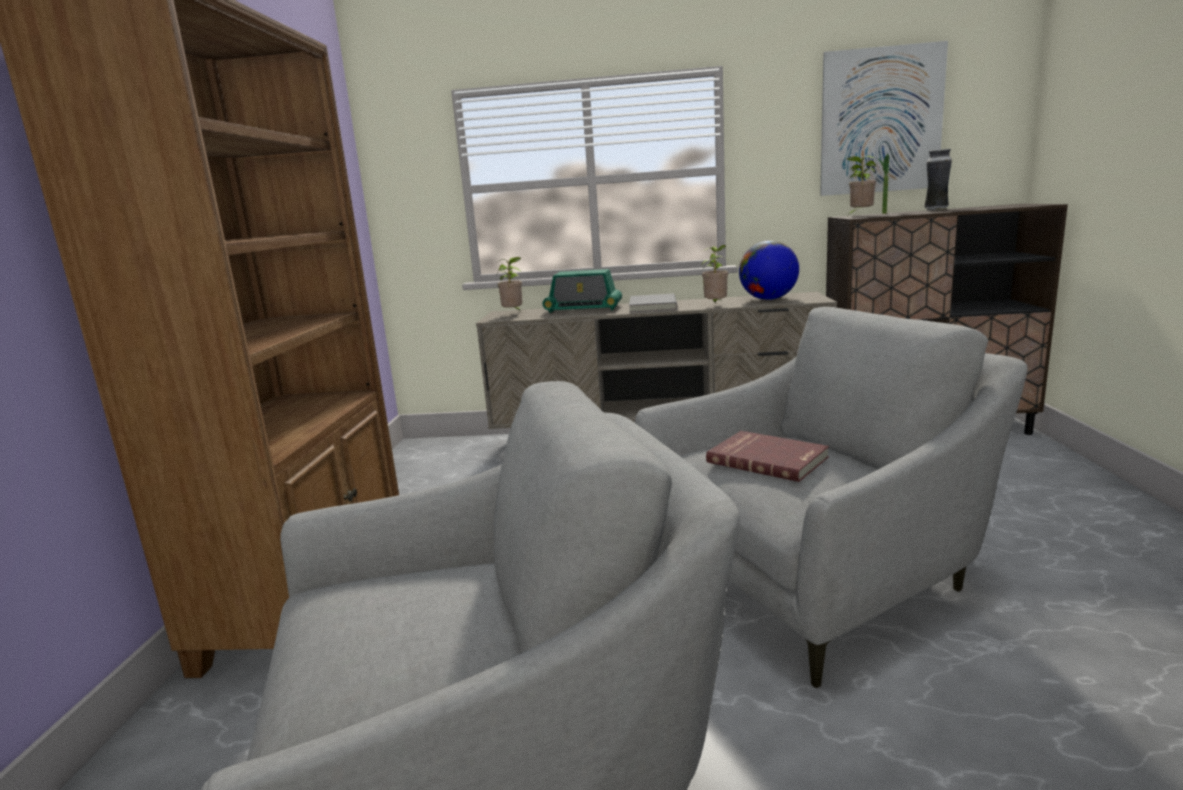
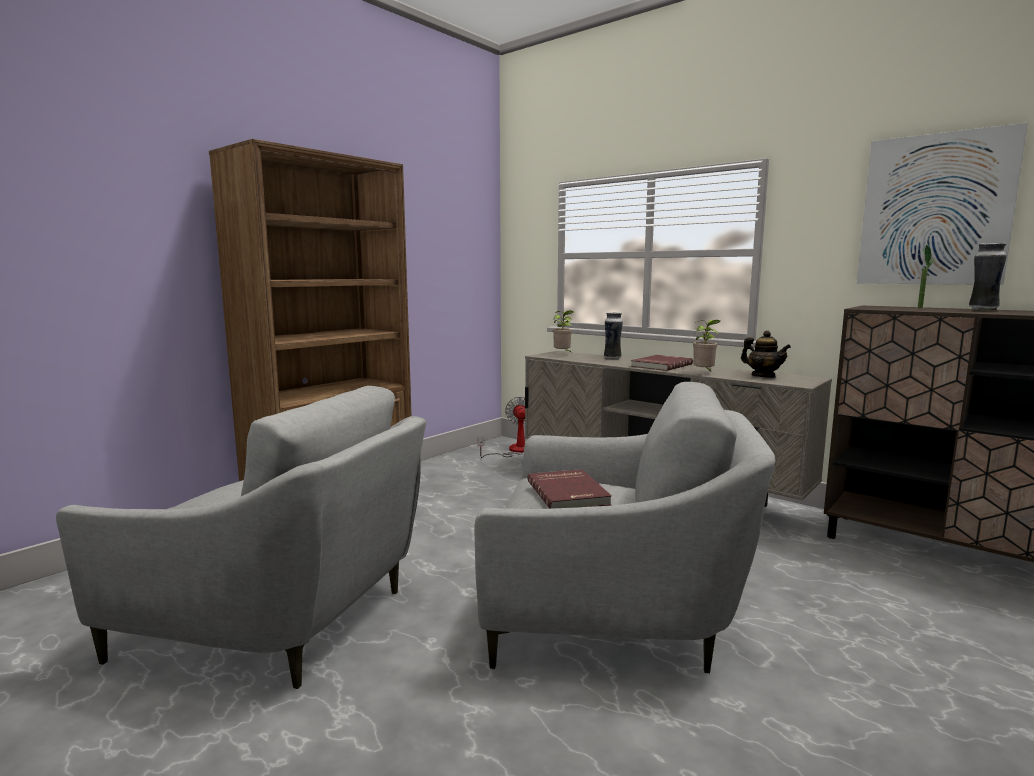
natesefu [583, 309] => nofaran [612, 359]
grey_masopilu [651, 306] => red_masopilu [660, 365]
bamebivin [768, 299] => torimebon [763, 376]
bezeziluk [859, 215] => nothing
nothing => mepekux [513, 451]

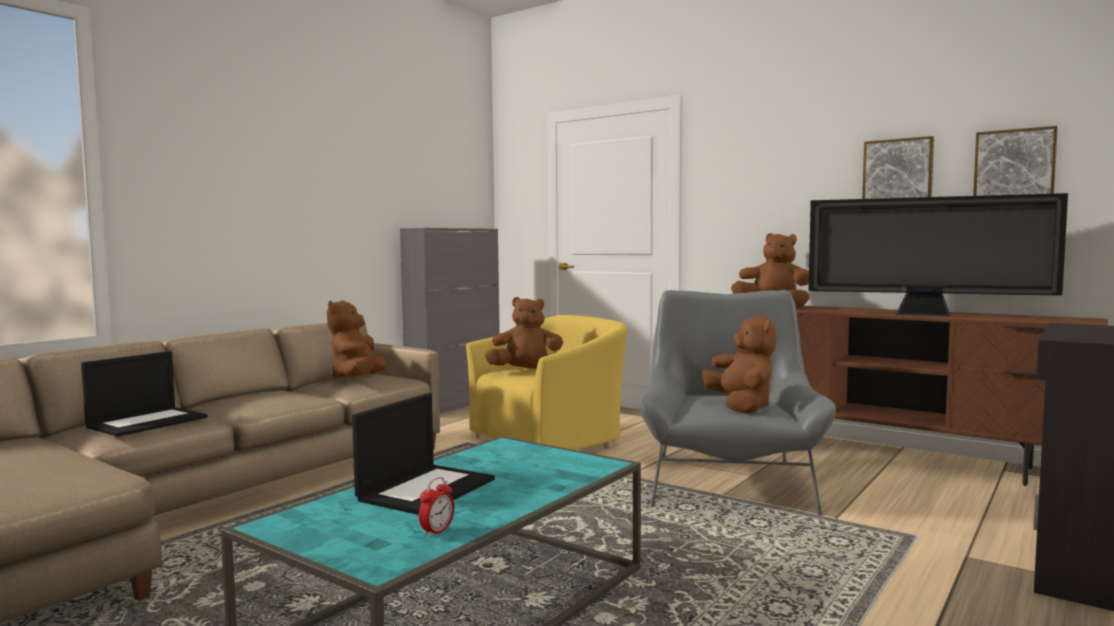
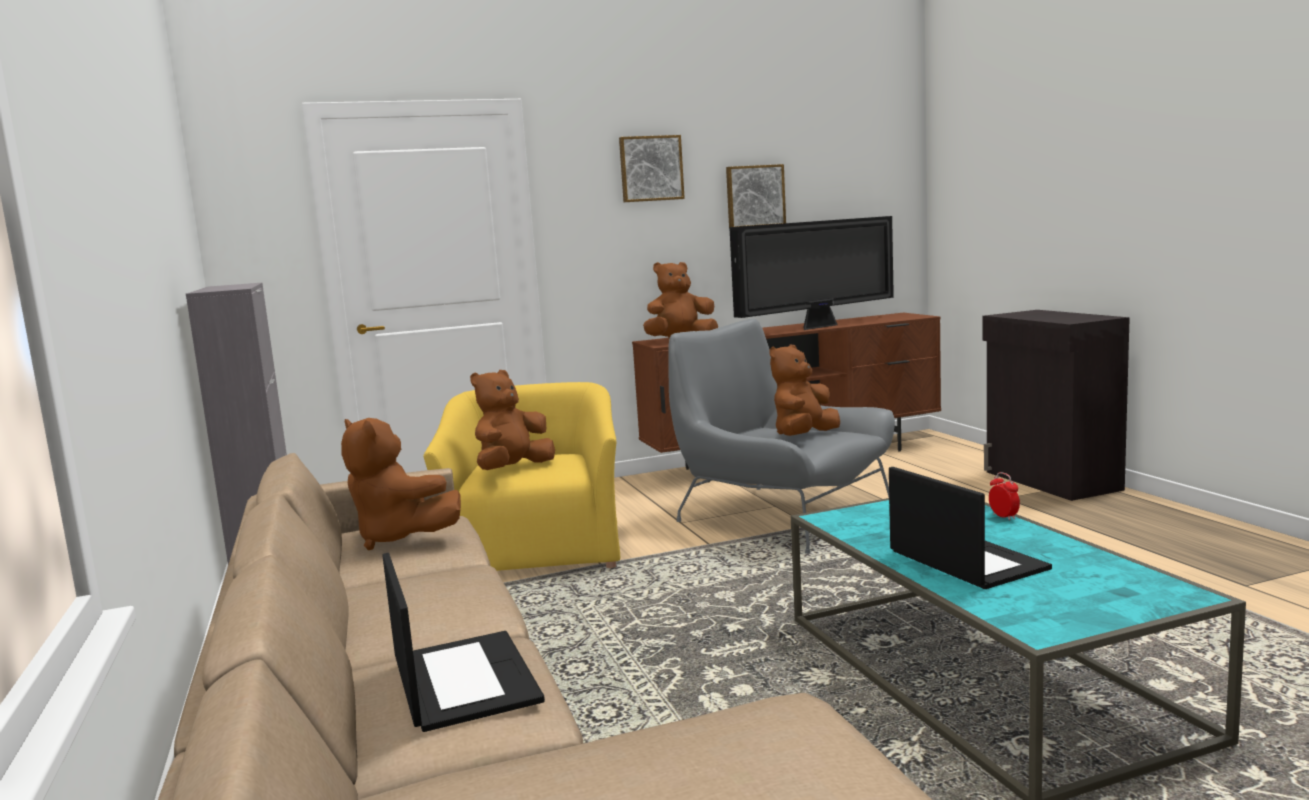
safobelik [437, 532] => safobelik [1003, 516], relocated
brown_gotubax [741, 407] => brown_gotubax [804, 436], 75 degrees counterclockwise
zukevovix [1014, 164] => zukevovix [650, 168], relocated

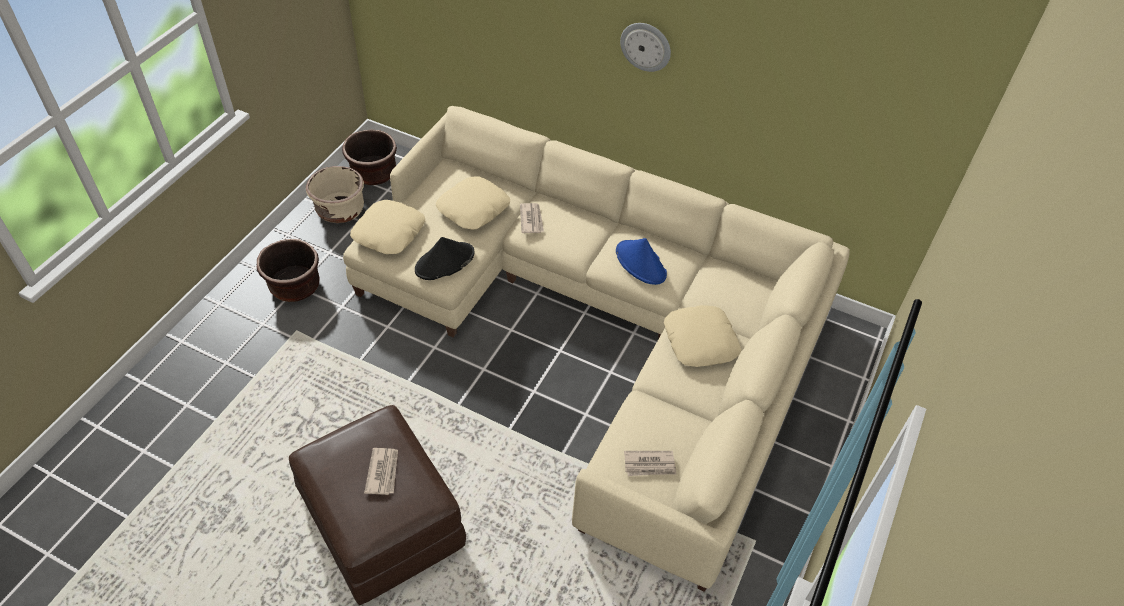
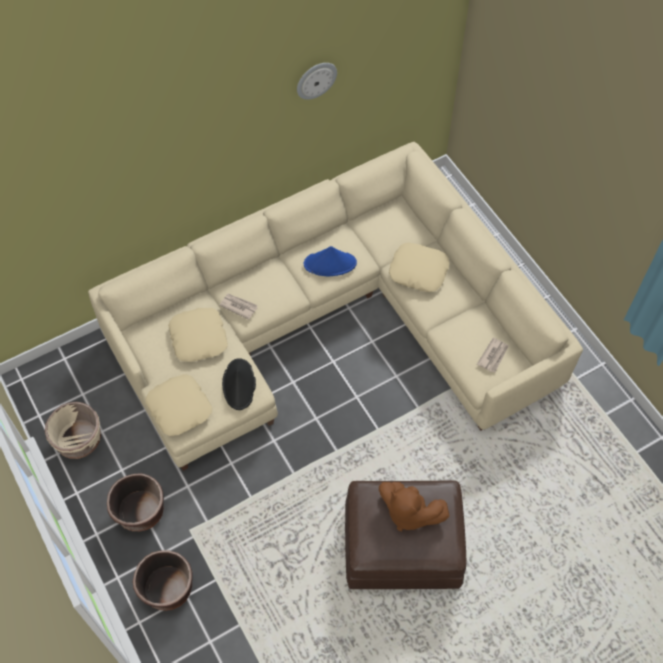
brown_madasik [373, 173] => brown_madasik [167, 588], relocated
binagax [383, 472] => brown_gotubax [408, 512]
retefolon [646, 46] => retefolon [316, 80], relocated

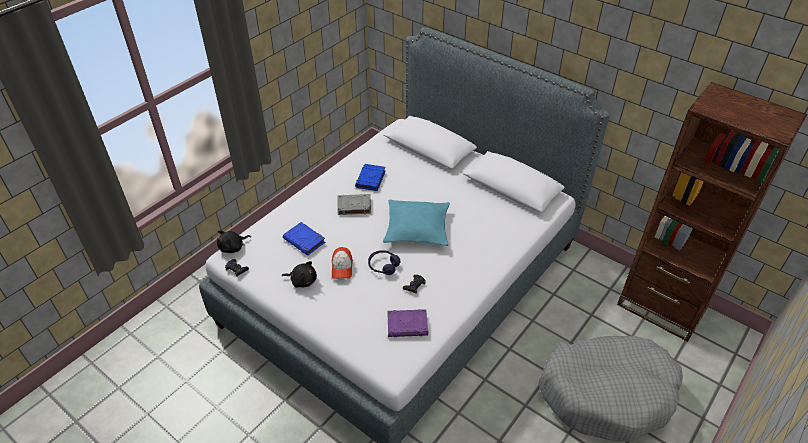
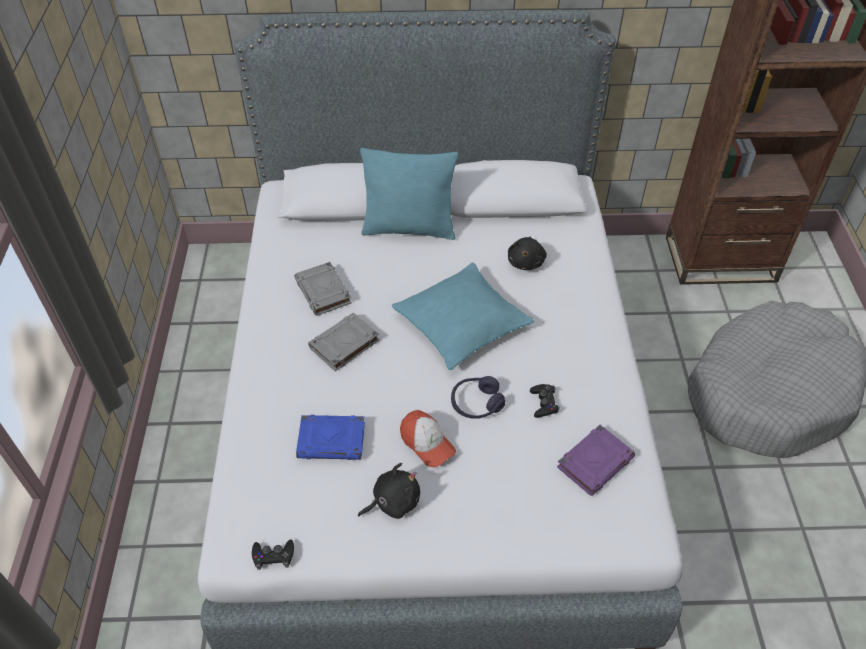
black_gotubax [233, 247] => black_gotubax [526, 261], relocated
blue_masopilu [370, 179] => grey_masopilu [324, 292]
nothing => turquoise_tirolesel [409, 228]

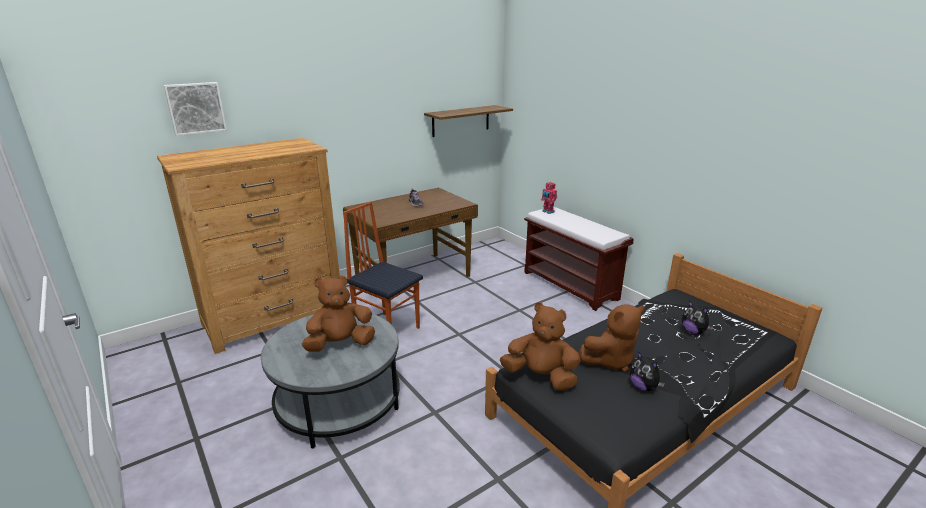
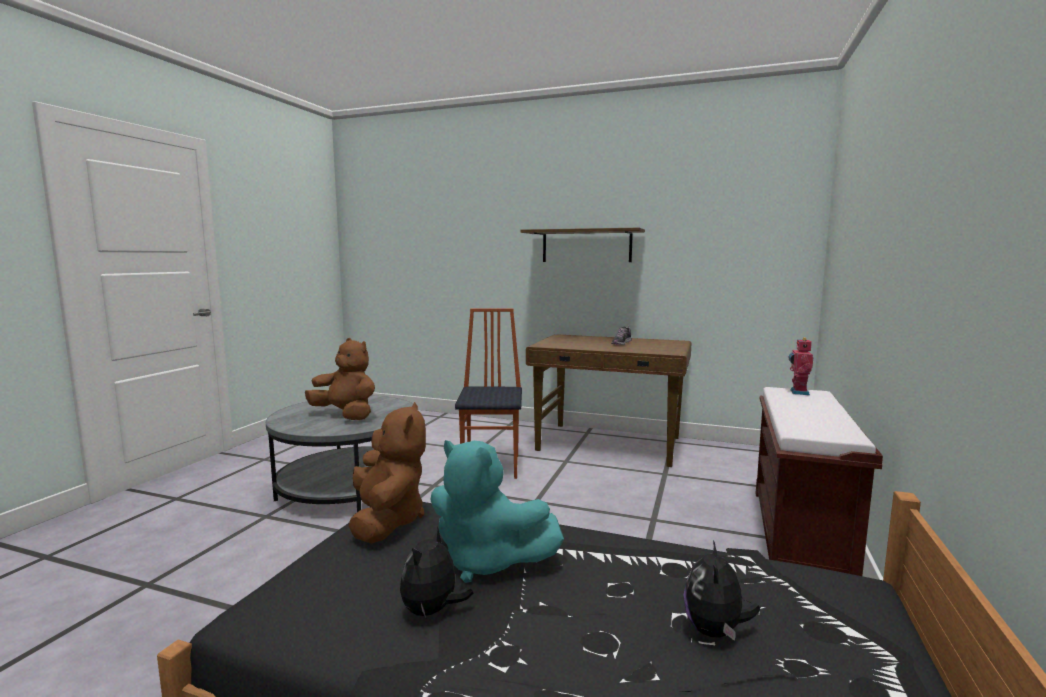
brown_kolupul [274, 318] => nothing
zukevovix [195, 108] => nothing
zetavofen [461, 121] => zetavofen [586, 246], relocated
brown_gotubax [610, 360] => turquoise_gotubax [487, 562]

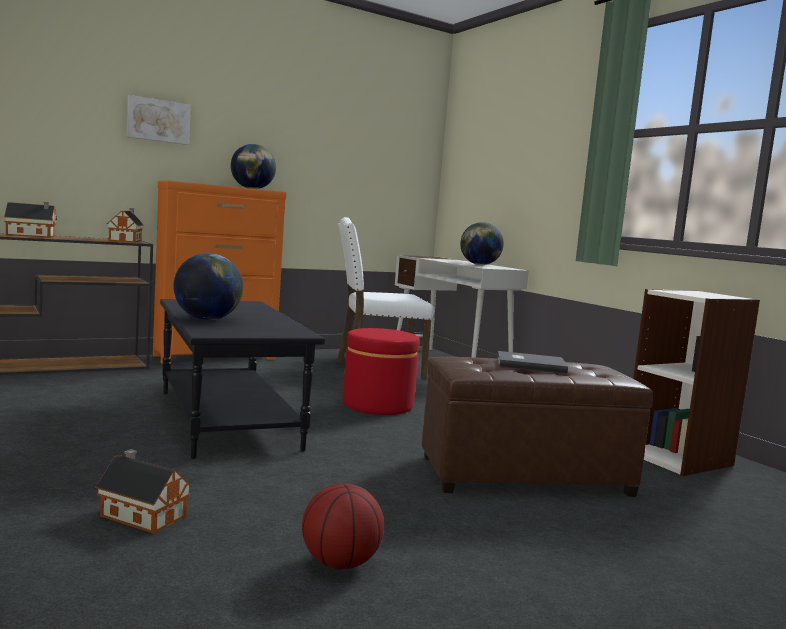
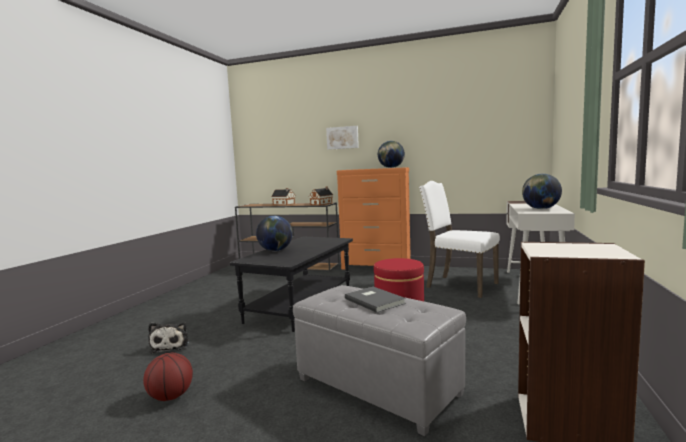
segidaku [141, 515] => gotubax [171, 345]
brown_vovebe [524, 475] => grey_vovebe [377, 386]

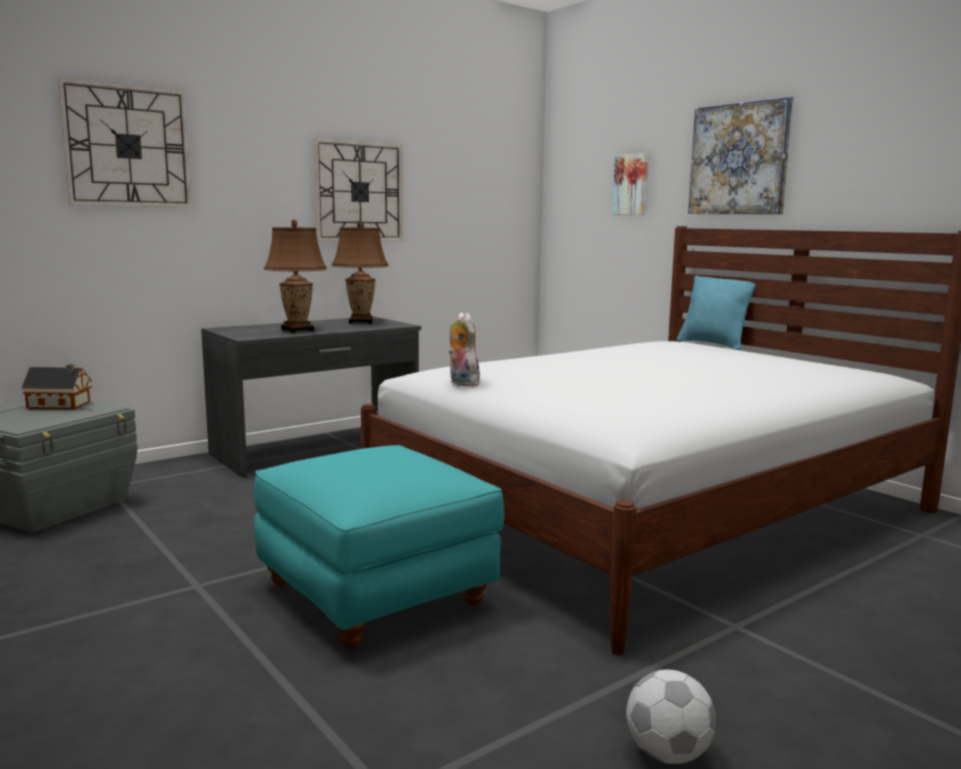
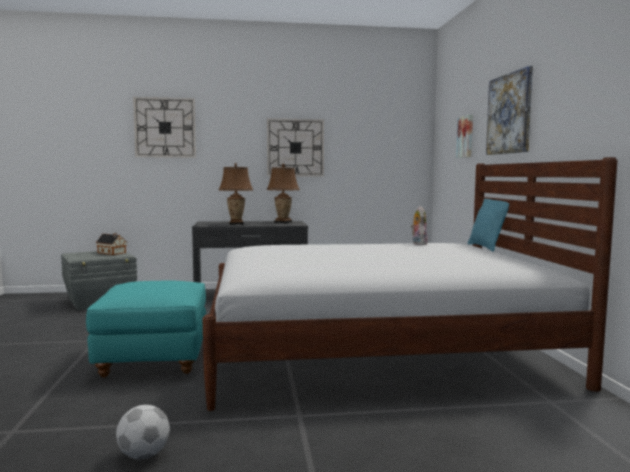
gotubax [461, 383] => gotubax [418, 244], relocated

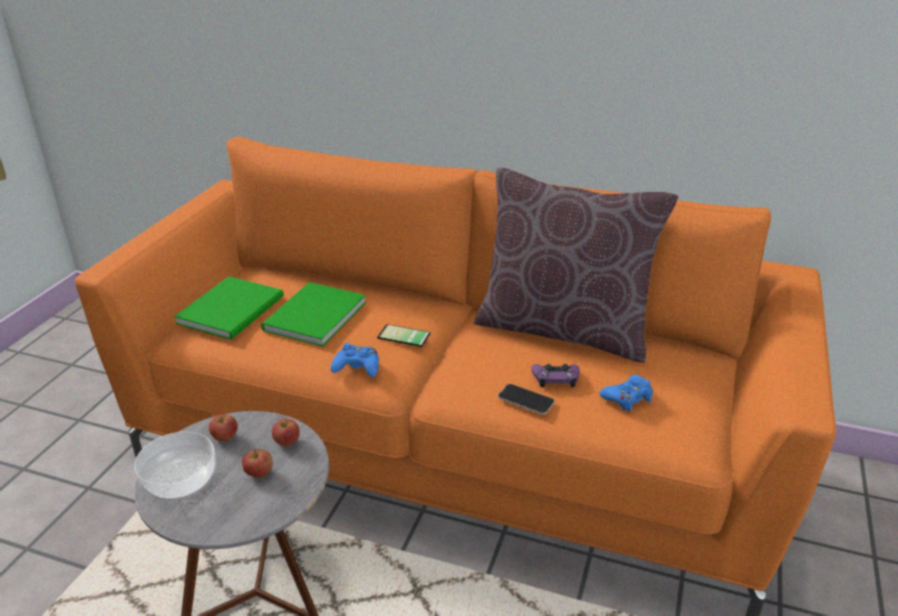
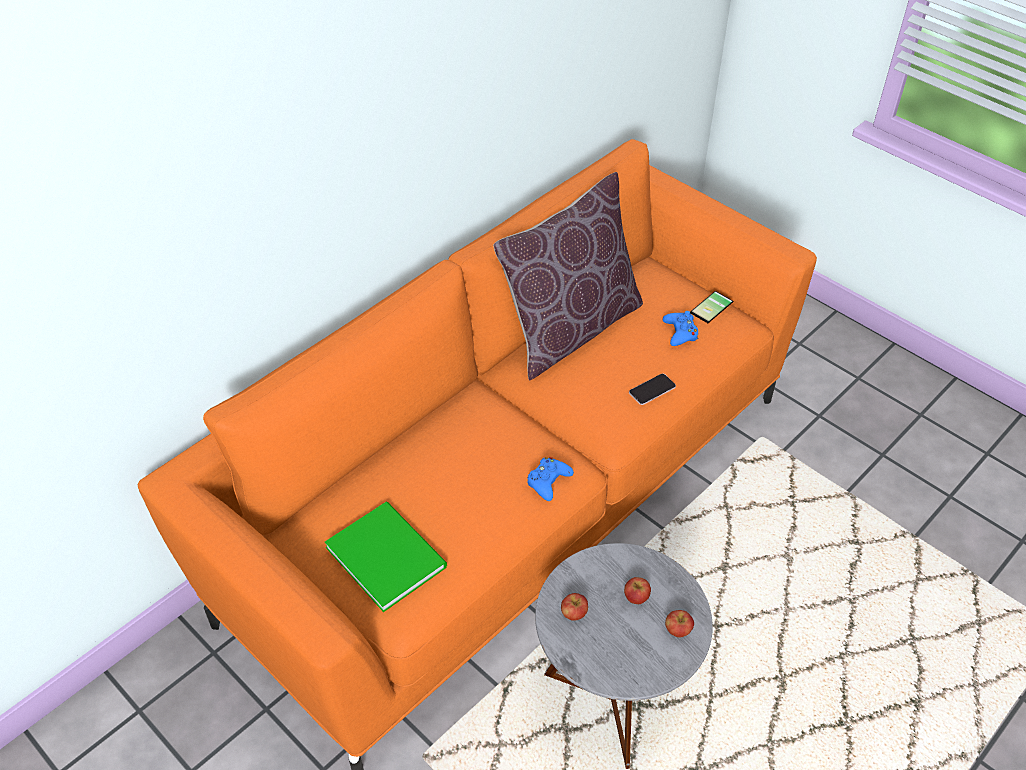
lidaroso [180, 481] => nothing
green_masopilu [311, 317] => nothing
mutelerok [287, 442] => mutelerok [677, 630], relocated
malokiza [402, 337] => malokiza [713, 308], relocated
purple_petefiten [555, 378] => nothing

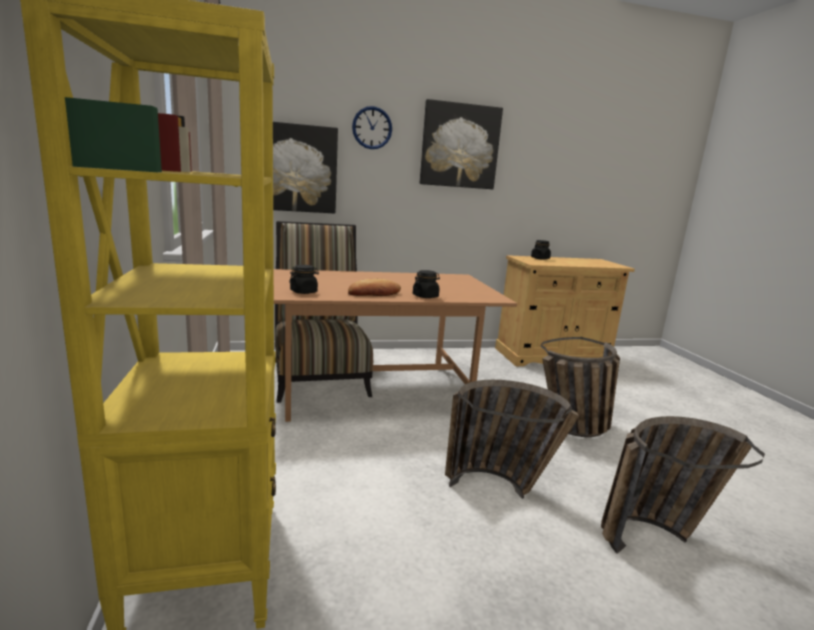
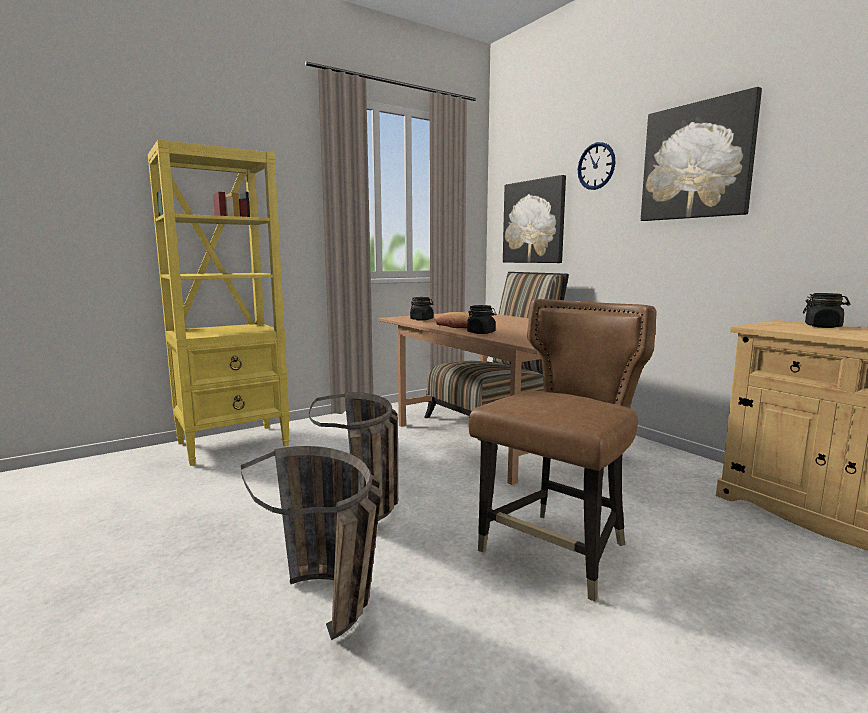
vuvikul [573, 429] => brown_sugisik [557, 551]

